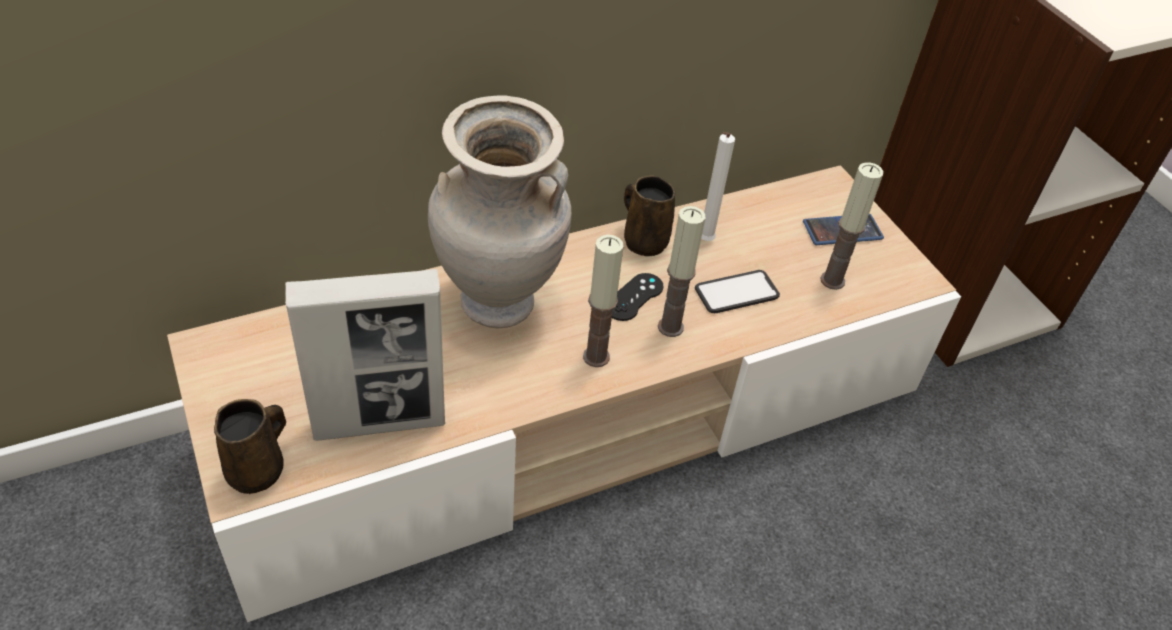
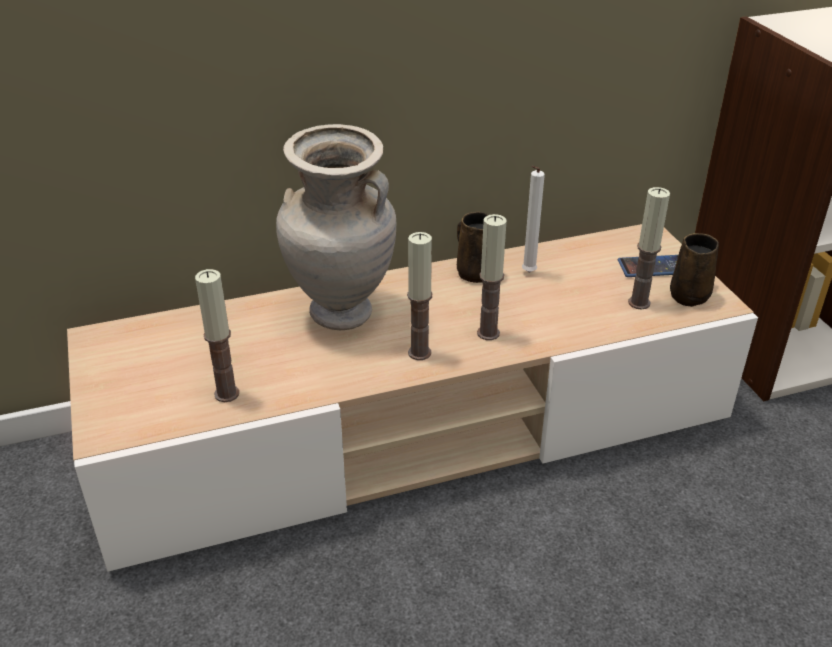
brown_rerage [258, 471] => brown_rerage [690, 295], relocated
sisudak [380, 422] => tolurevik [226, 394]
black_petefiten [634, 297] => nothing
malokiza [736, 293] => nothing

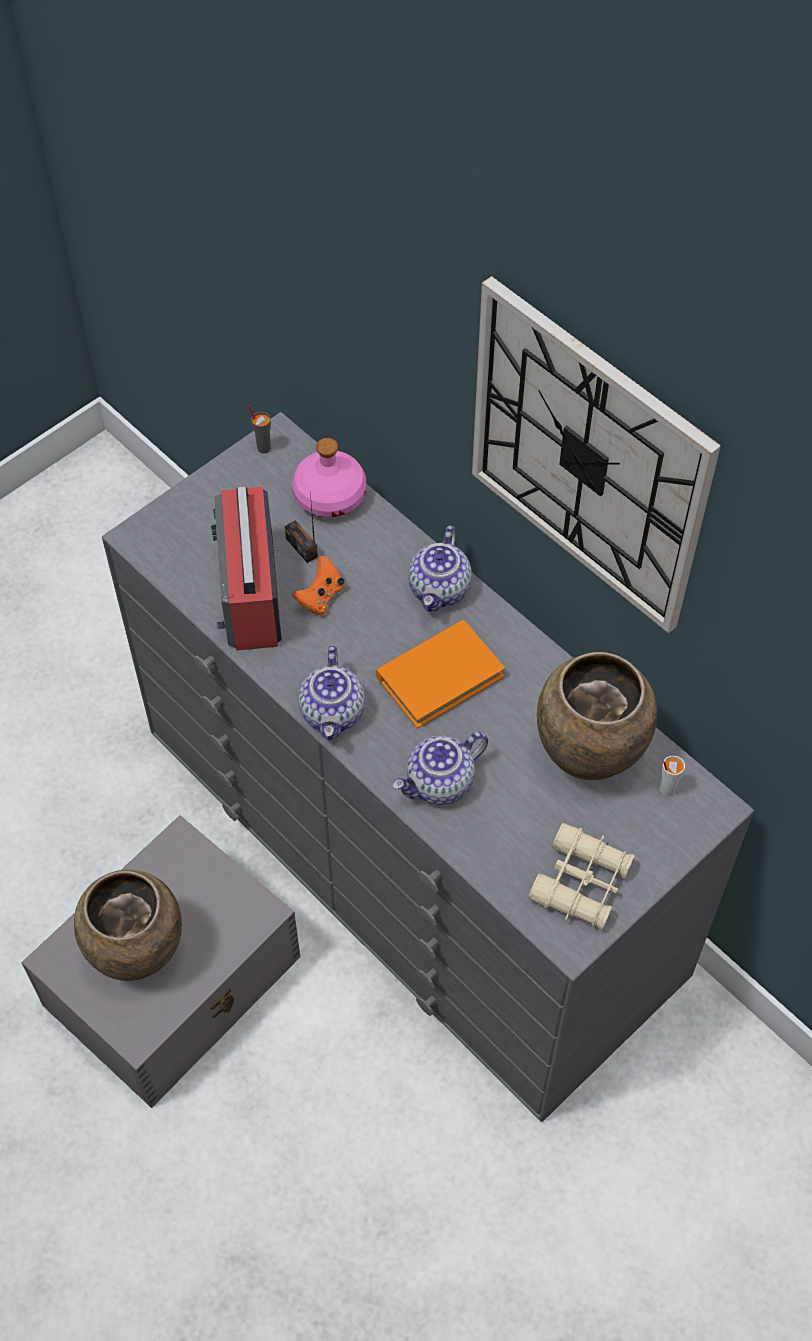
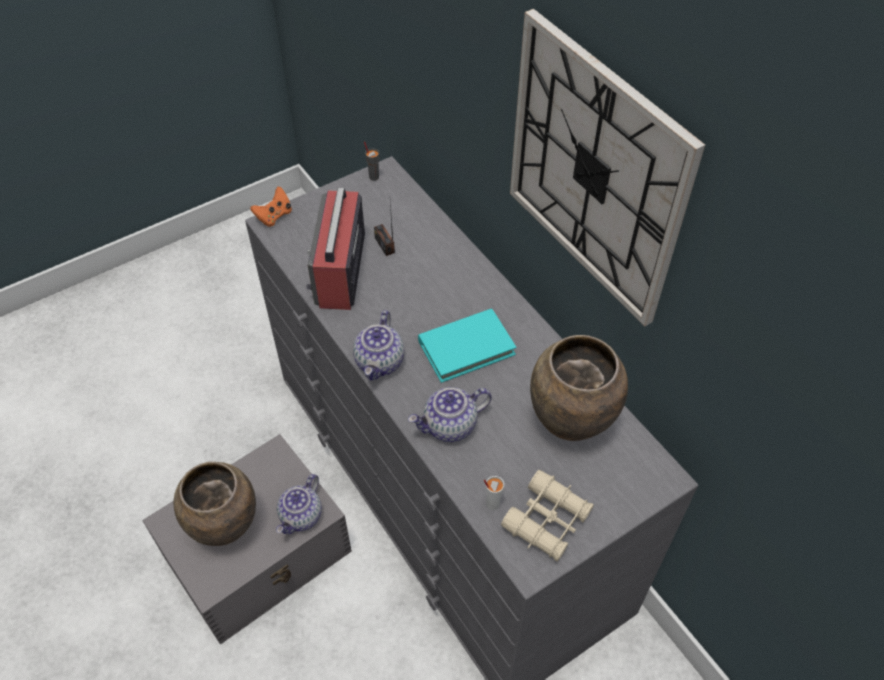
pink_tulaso [331, 496] => nothing
orange_petefiten [320, 597] => orange_petefiten [274, 216], relocated
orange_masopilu [439, 677] => turquoise_masopilu [466, 348]
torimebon [440, 590] => torimebon [301, 516], relocated
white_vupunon [666, 789] => white_vupunon [492, 504], relocated

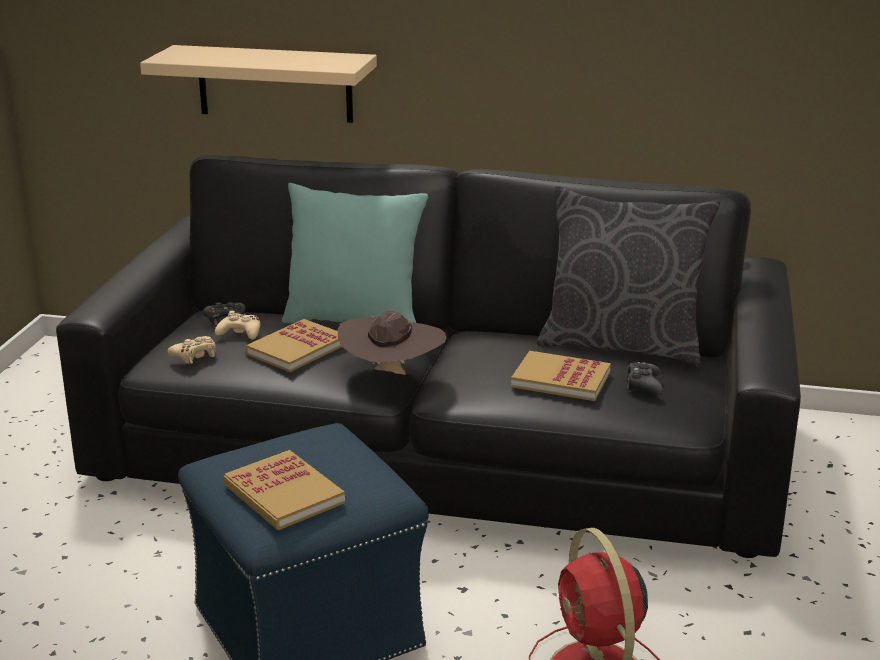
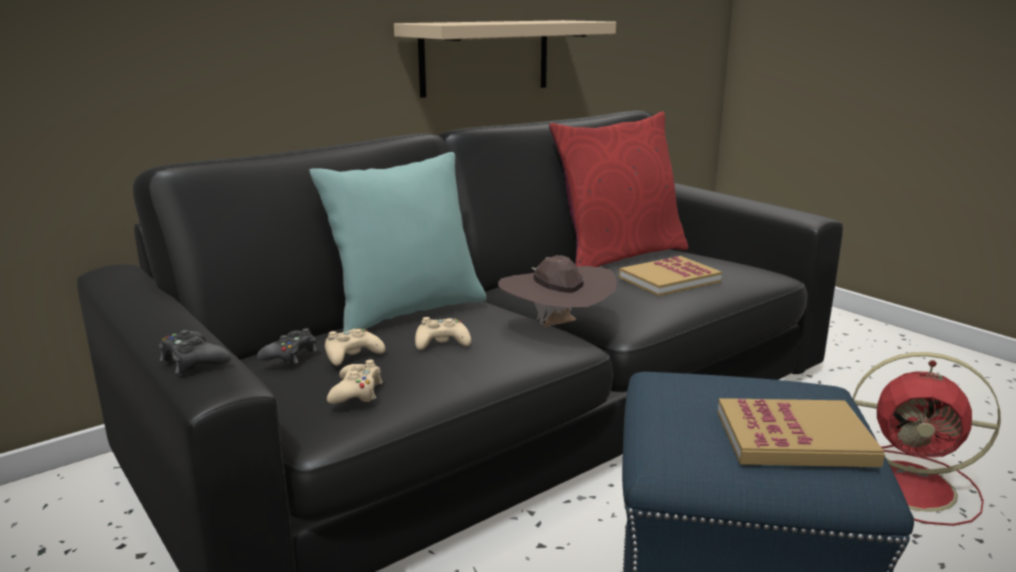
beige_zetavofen [275, 84] => beige_zetavofen [485, 57], relocated
masopilu [297, 349] => beige_petefiten [442, 342]
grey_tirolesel [621, 344] => red_tirolesel [618, 255]
black_petefiten [643, 384] => black_petefiten [193, 361], relocated

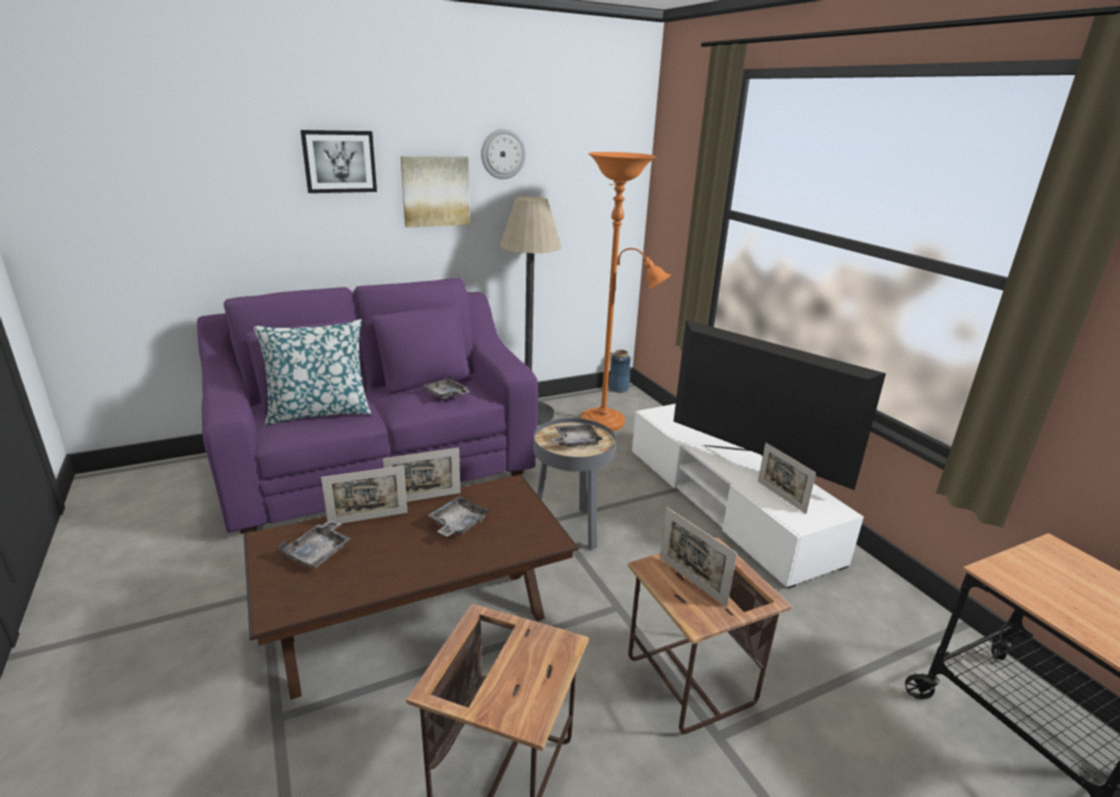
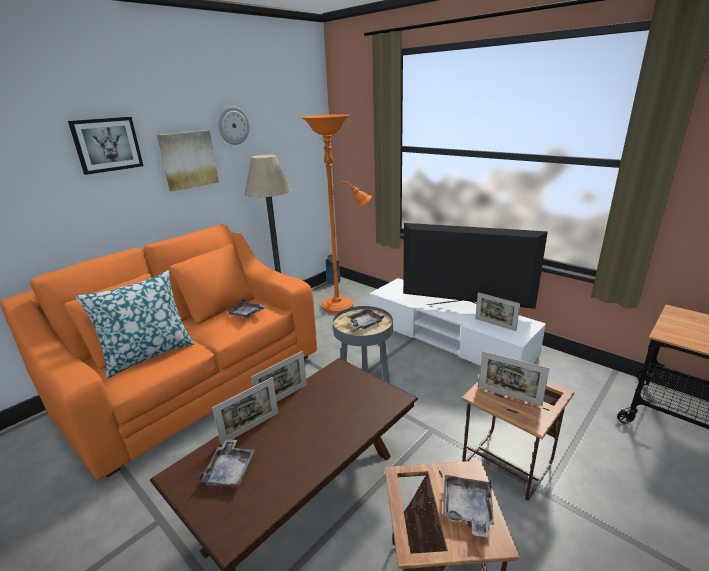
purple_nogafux [378, 464] => orange_nogafux [194, 382]
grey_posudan [457, 524] => grey_posudan [467, 509], relocated

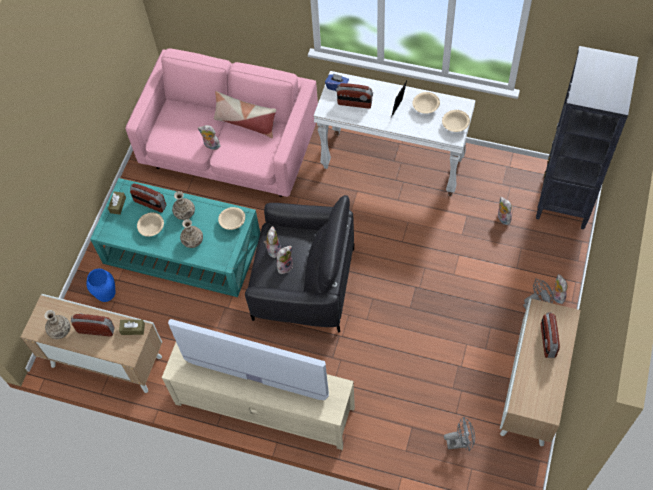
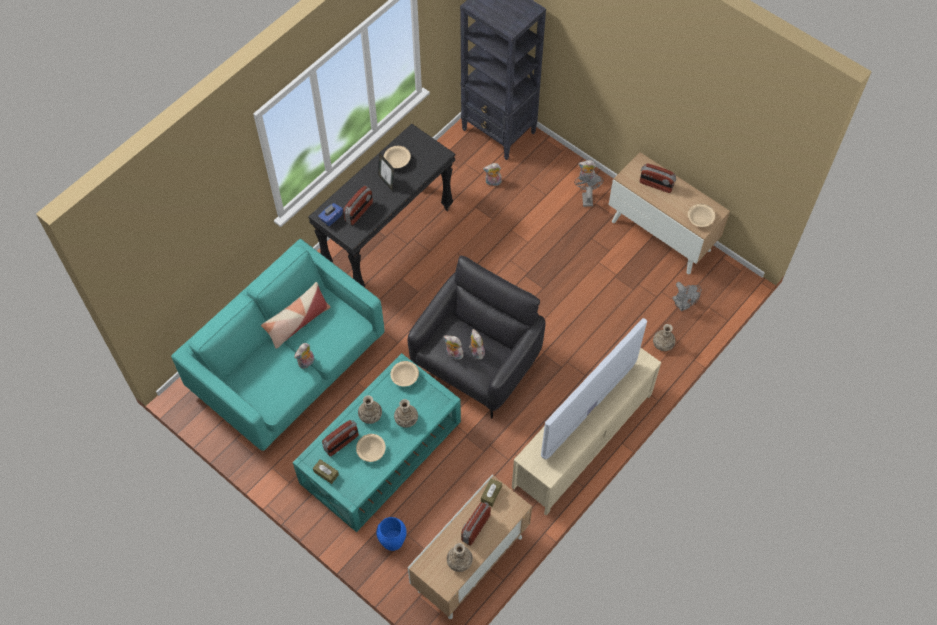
pink_nogafux [230, 150] => turquoise_nogafux [289, 367]
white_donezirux [393, 163] => black_donezirux [388, 238]
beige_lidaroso [455, 125] => beige_lidaroso [700, 219], relocated
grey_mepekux [460, 442] => grey_mepekux [682, 305], 135 degrees clockwise
nothing => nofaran [663, 344]

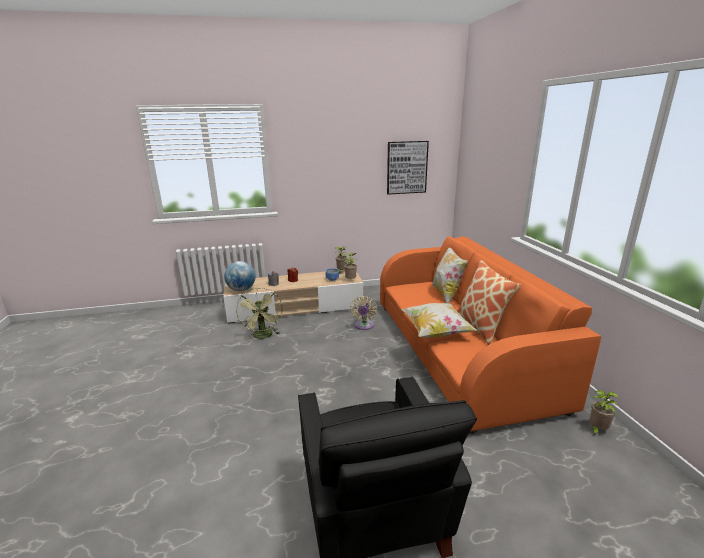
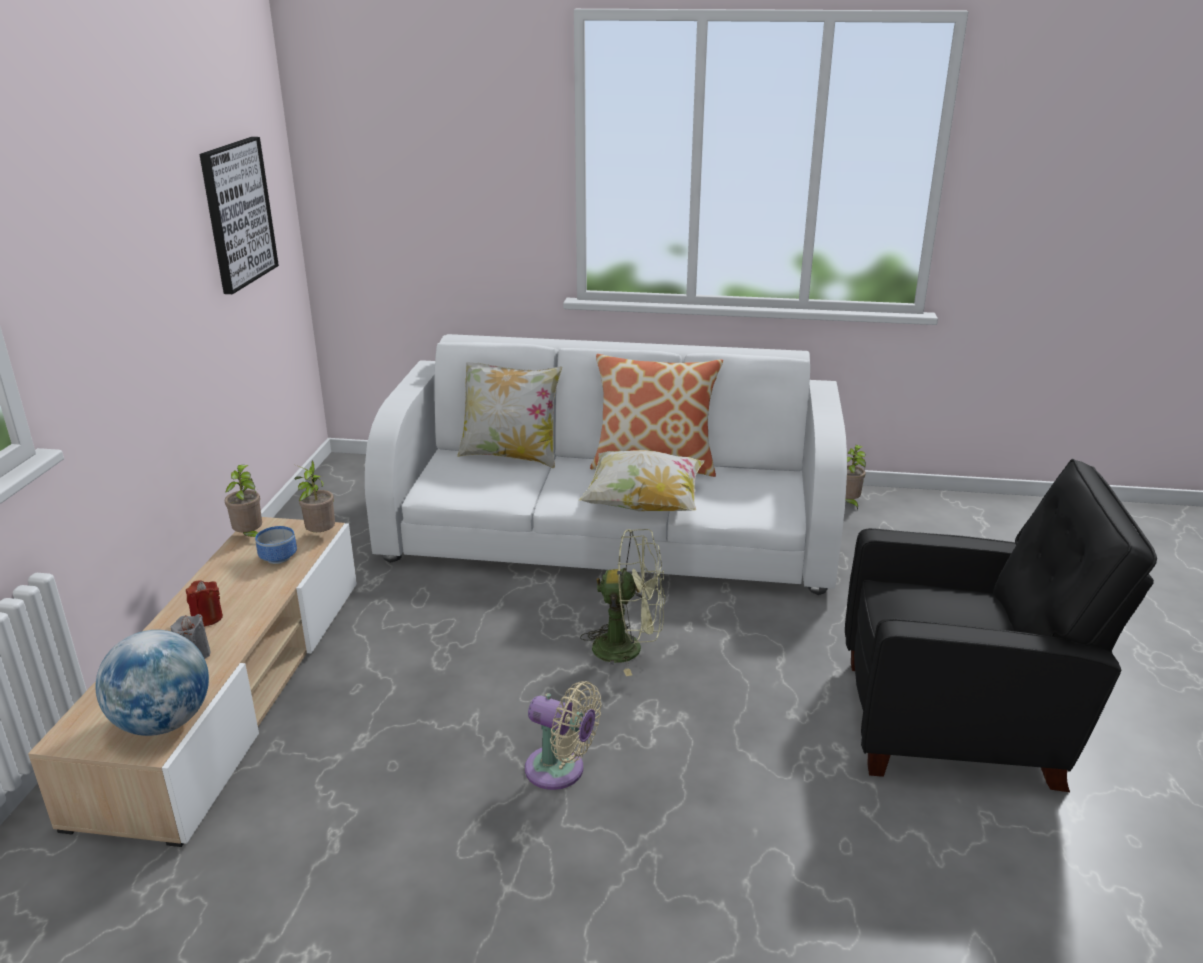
green_mepekux [263, 336] => green_mepekux [628, 648], relocated
beige_mepekux [364, 326] => beige_mepekux [560, 771], relocated
orange_nogafux [459, 350] => white_nogafux [612, 531]

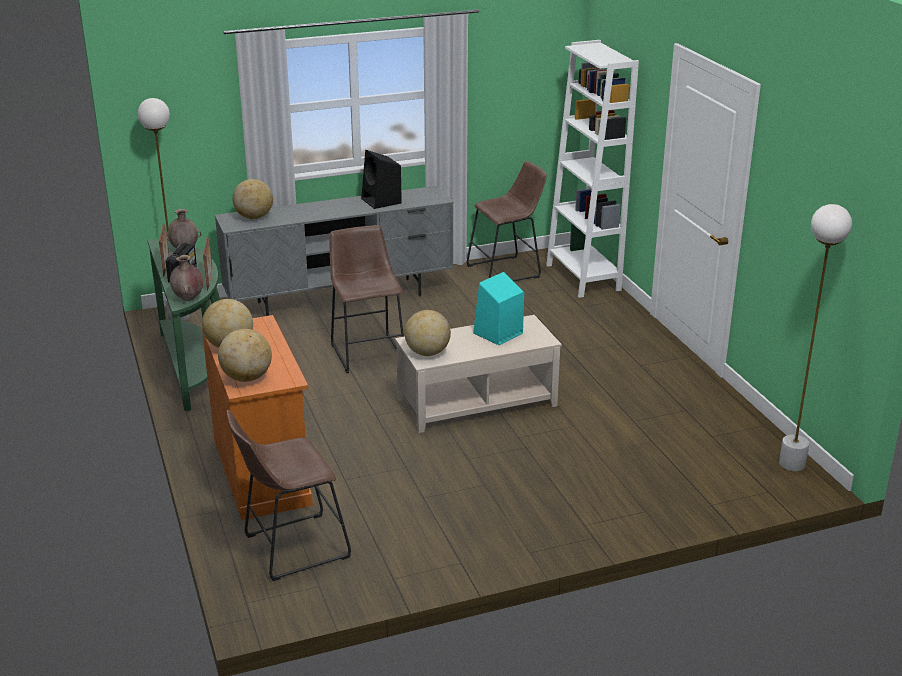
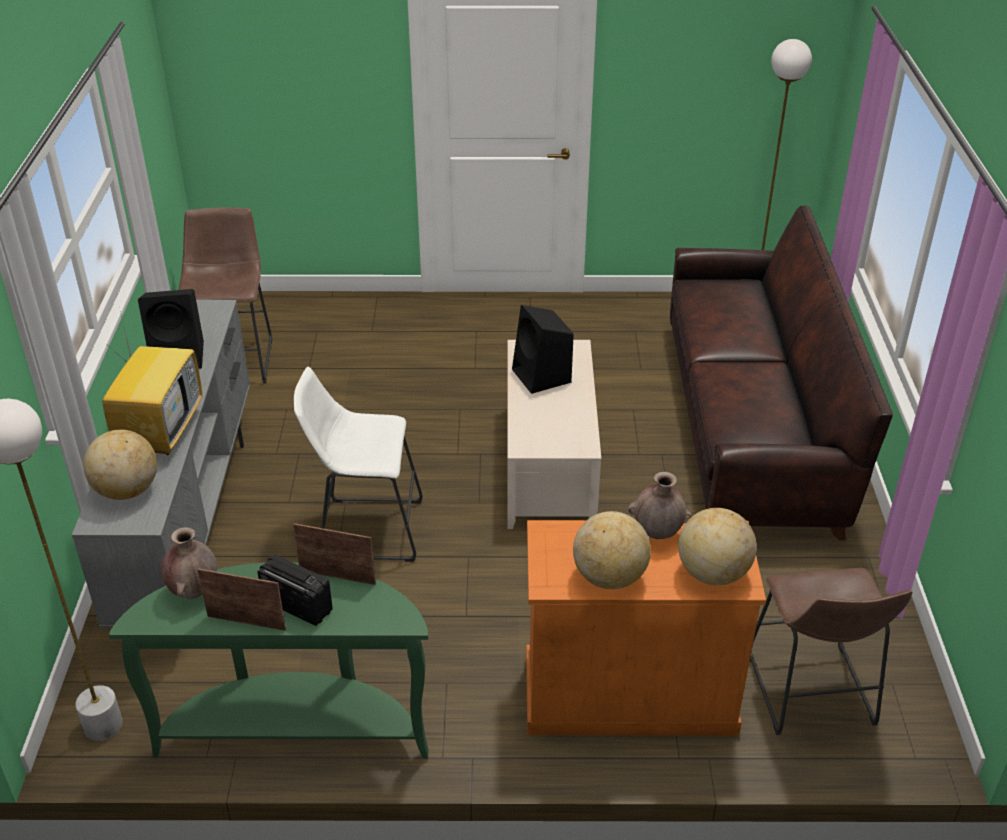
brown_nofaran [188, 298] => brown_nofaran [658, 533], relocated
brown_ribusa [367, 351] => white_ribusa [365, 529]
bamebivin [427, 353] => nothing
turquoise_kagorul [497, 334] => black_kagorul [542, 376]
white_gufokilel [583, 277] => nothing
nothing => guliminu [161, 431]
nothing => brown_nogafux [752, 426]

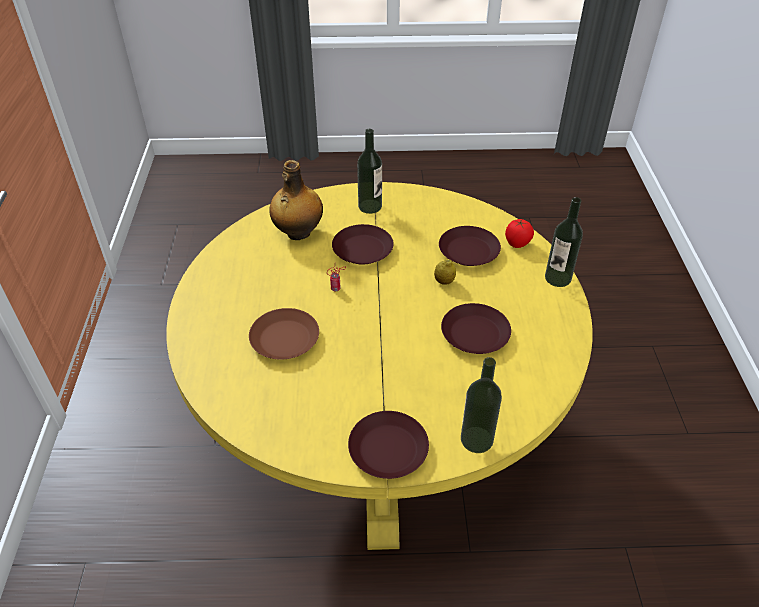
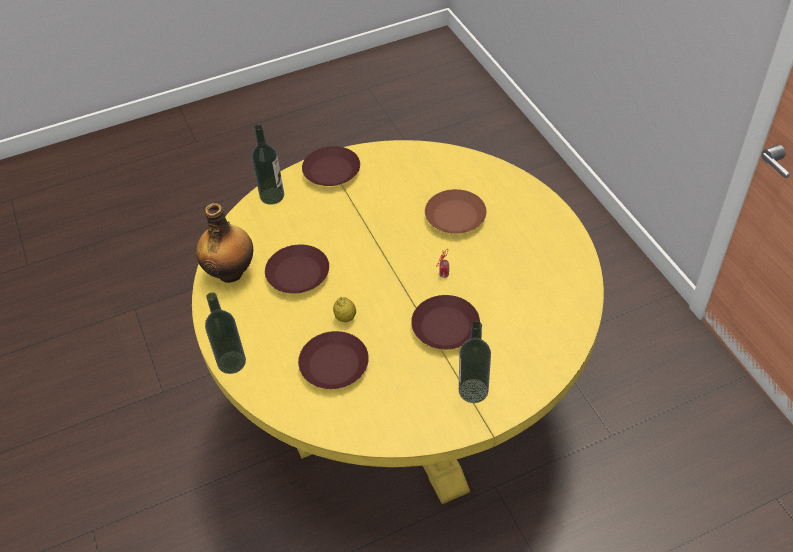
tulaso [298, 233] => tulaso [231, 272], relocated
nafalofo [517, 244] => nothing

